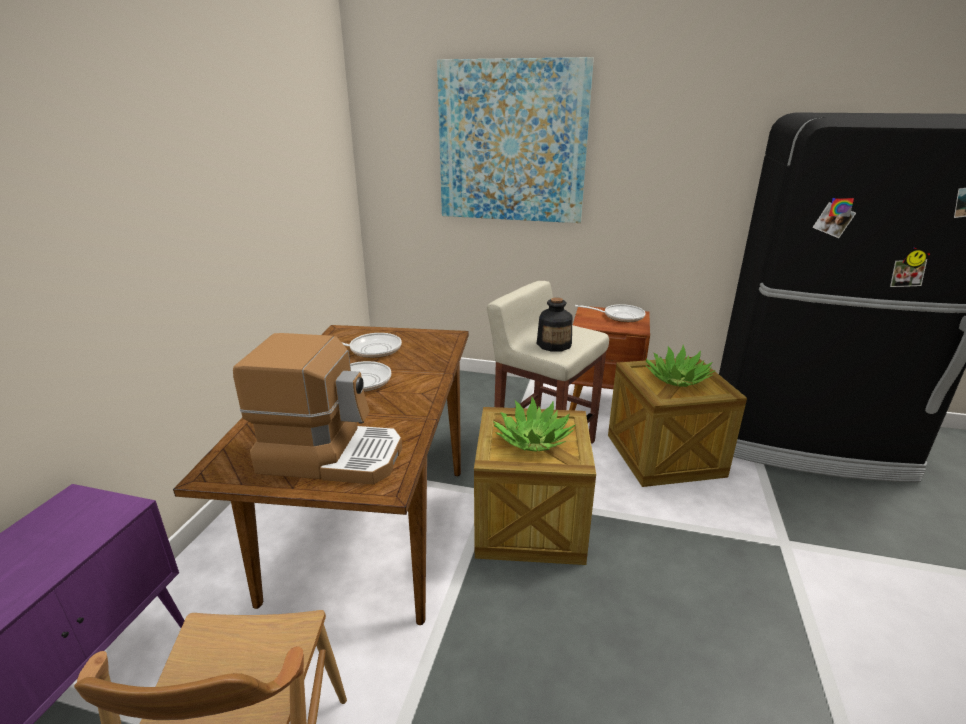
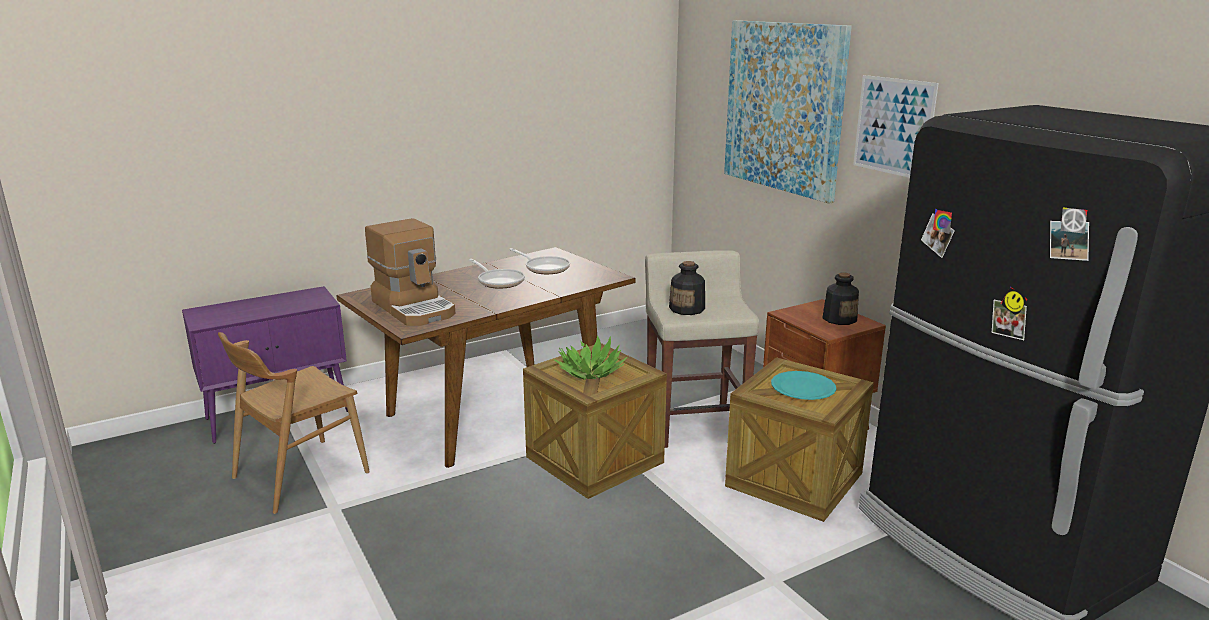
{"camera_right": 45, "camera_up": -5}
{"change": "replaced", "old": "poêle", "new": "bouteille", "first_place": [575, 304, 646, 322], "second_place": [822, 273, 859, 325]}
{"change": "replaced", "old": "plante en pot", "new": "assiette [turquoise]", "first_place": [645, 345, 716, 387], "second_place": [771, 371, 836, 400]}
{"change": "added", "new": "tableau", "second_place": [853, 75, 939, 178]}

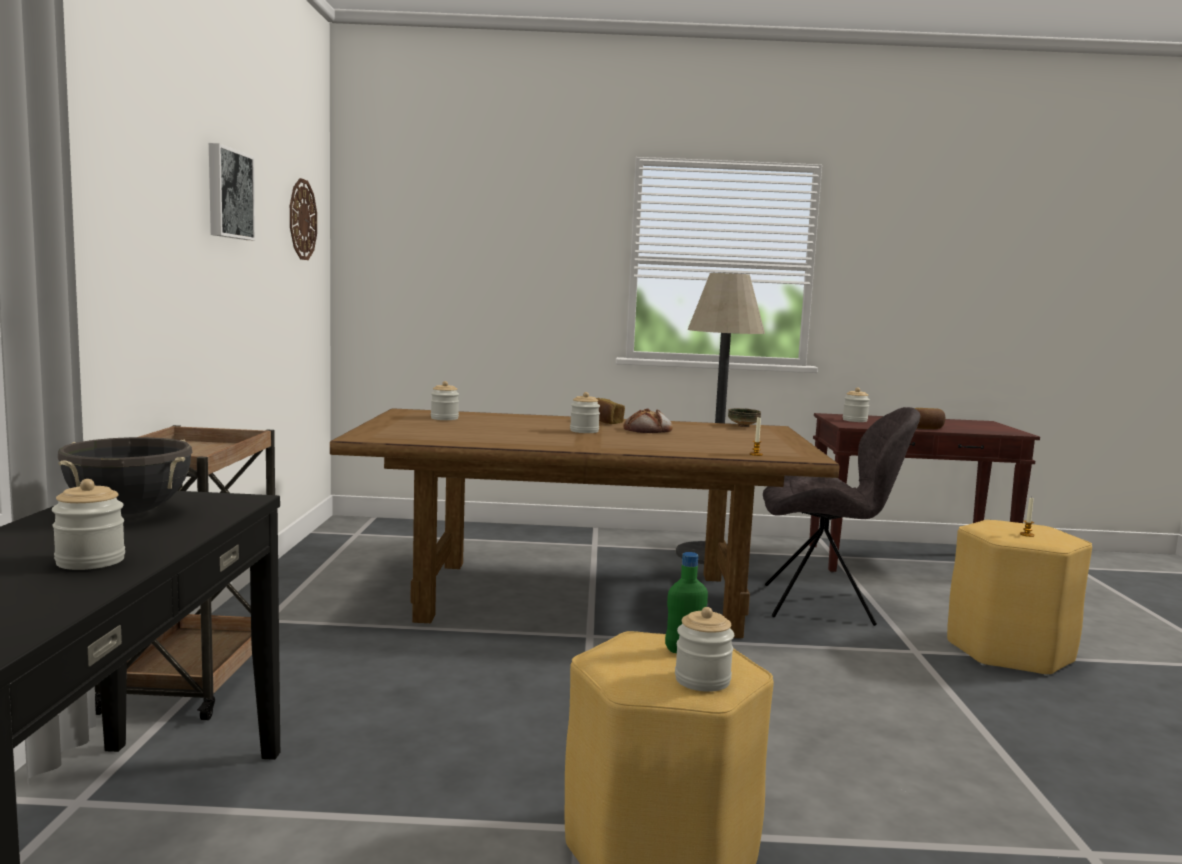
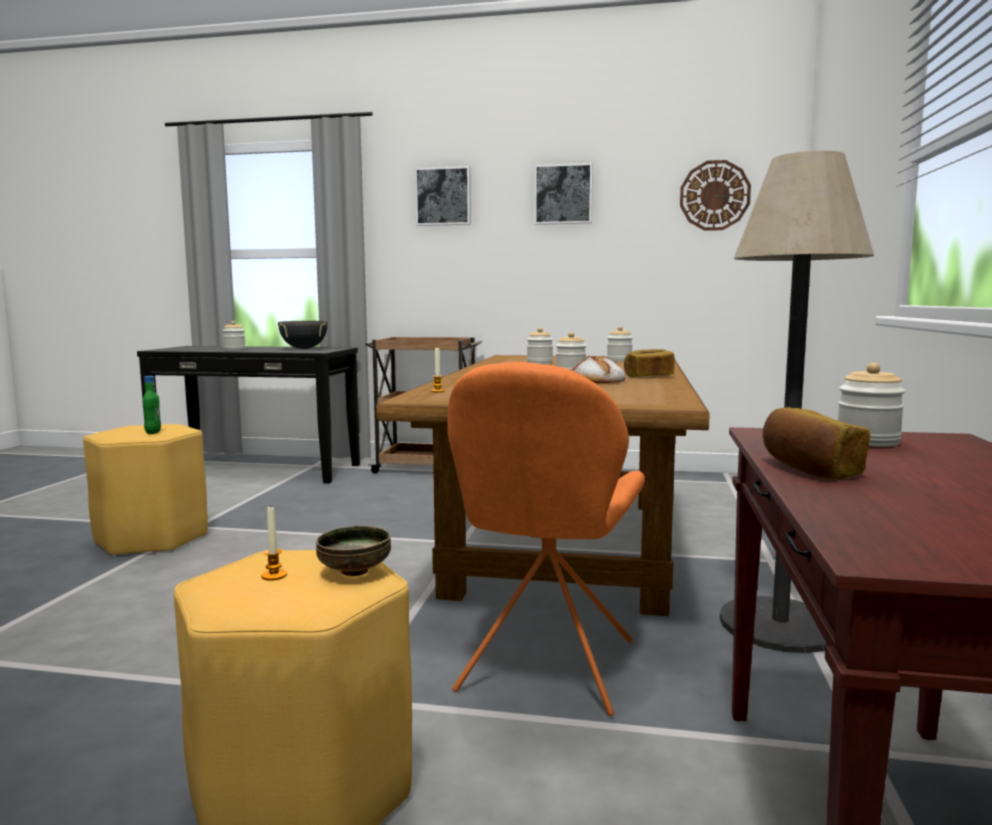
{"camera_right": 100, "camera_up": 0}
{"change": "moved", "old": "bocal", "first_place": [675, 607, 734, 692], "second_place": [527, 327, 553, 364]}
{"change": "moved", "old": "bol", "first_place": [728, 408, 761, 427], "second_place": [316, 526, 391, 576]}
{"change": "recoloured", "old": "chaise [gris]", "new": "chaise [orange]", "first_place": [763, 407, 920, 626], "second_place": [447, 362, 645, 716]}
{"change": "added", "new": "tableau", "second_place": [415, 166, 471, 226]}

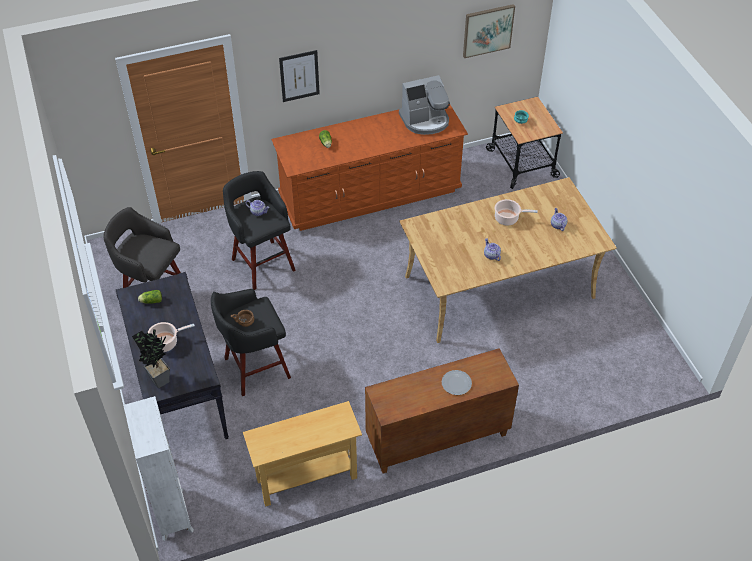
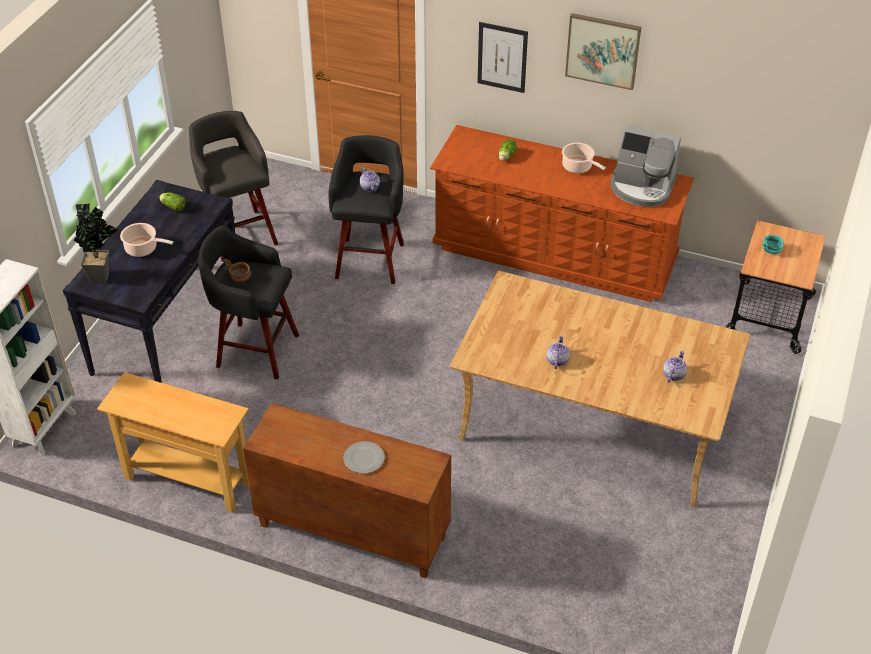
{"camera_right": 40, "camera_up": -5}
{"change": "moved", "old": "tableau", "first_place": [463, 4, 515, 58], "second_place": [565, 13, 641, 90]}
{"change": "moved", "old": "marmite", "first_place": [495, 199, 538, 226], "second_place": [562, 143, 606, 174]}

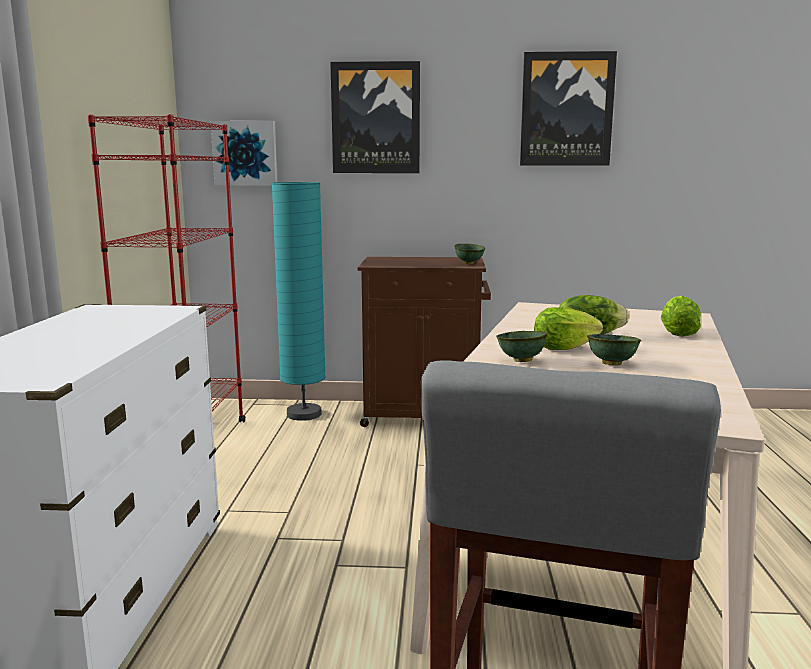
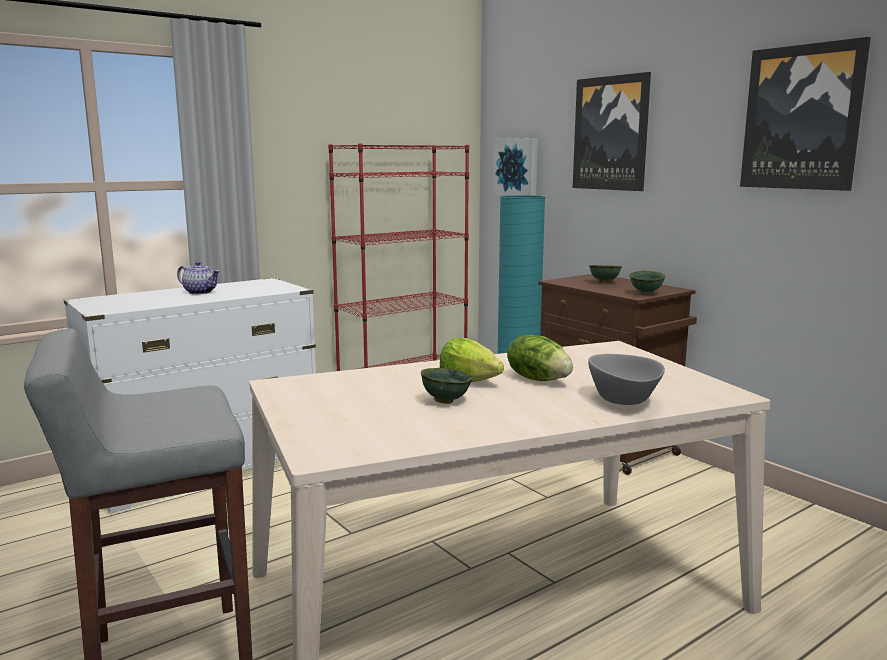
{"camera_right": 50, "camera_up": 0}
{"change": "moved", "old": "bol [vert]", "first_place": [496, 331, 548, 362], "second_place": [589, 265, 622, 283]}
{"change": "replaced", "old": "laitue", "new": "bol [gris]", "first_place": [661, 296, 701, 337], "second_place": [588, 354, 665, 405]}
{"change": "added", "new": "théière", "second_place": [177, 261, 220, 294]}

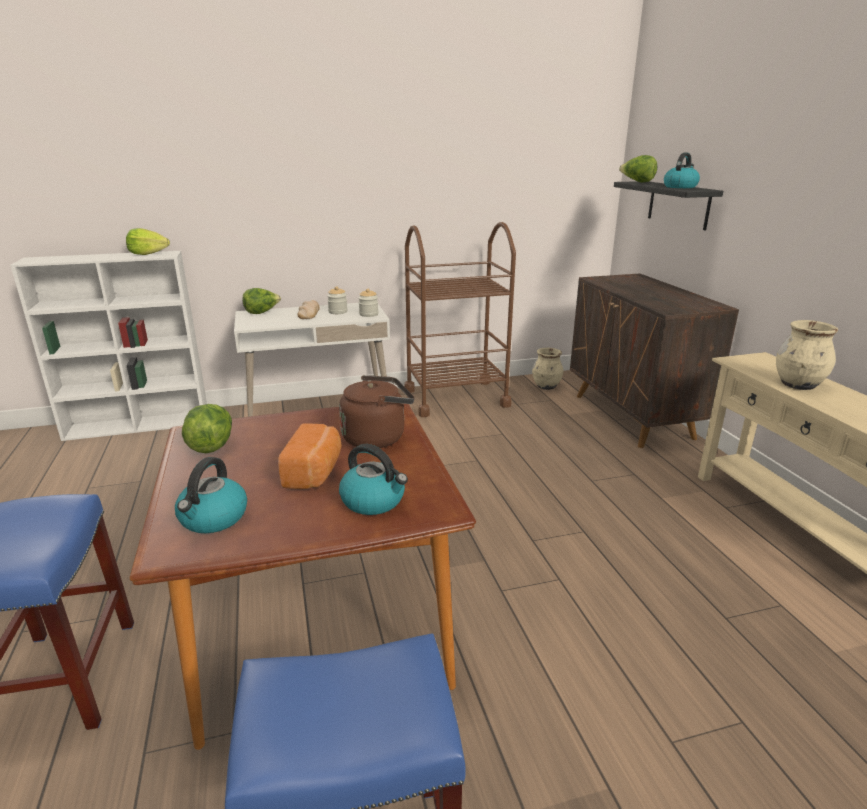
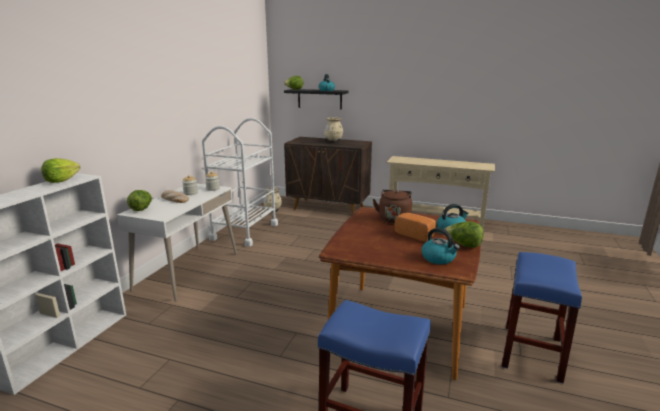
{"camera_right": -55, "camera_up": -5}
{"change": "moved", "old": "laitue", "first_place": [182, 404, 232, 453], "second_place": [444, 222, 484, 248]}
{"change": "recoloured", "old": "chariot [marron]", "new": "chariot [blanc]", "first_place": [404, 222, 516, 417], "second_place": [202, 118, 278, 247]}
{"change": "moved", "old": "vase [beige]", "first_place": [776, 320, 838, 390], "second_place": [324, 117, 343, 143]}

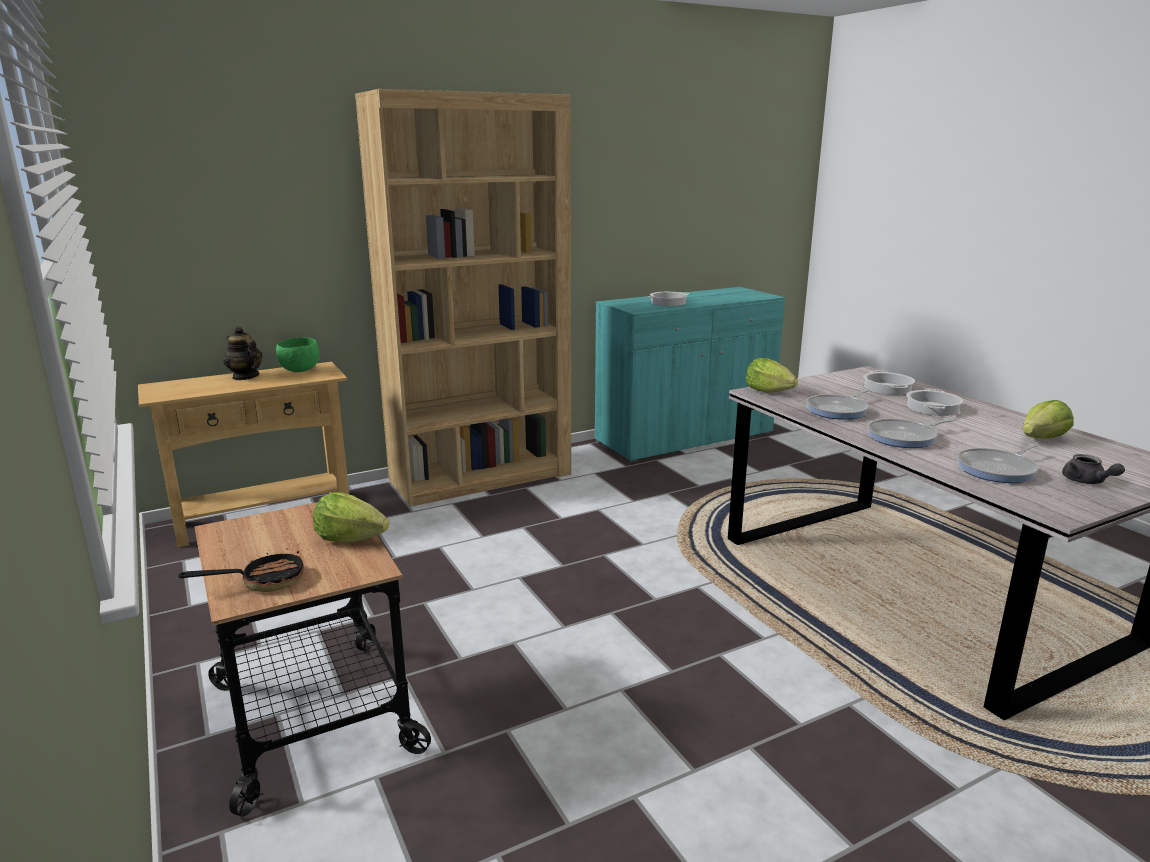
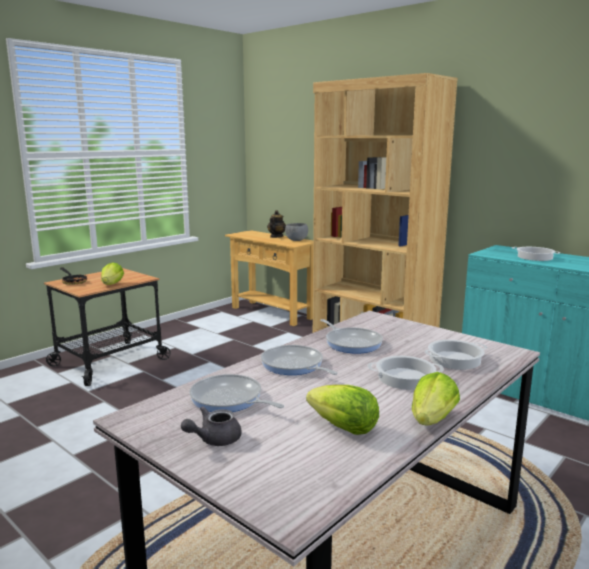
{"camera_right": 70, "camera_up": -5}
{"change": "recoloured", "old": "bol [vert]", "new": "bol [gris]", "first_place": [276, 338, 320, 372], "second_place": [285, 223, 308, 241]}
{"change": "moved", "old": "laitue", "first_place": [746, 358, 798, 393], "second_place": [412, 372, 460, 425]}
{"change": "turned", "old": "poêle", "first_place": [806, 389, 870, 420], "second_place": [320, 319, 383, 354], "degrees": -150}

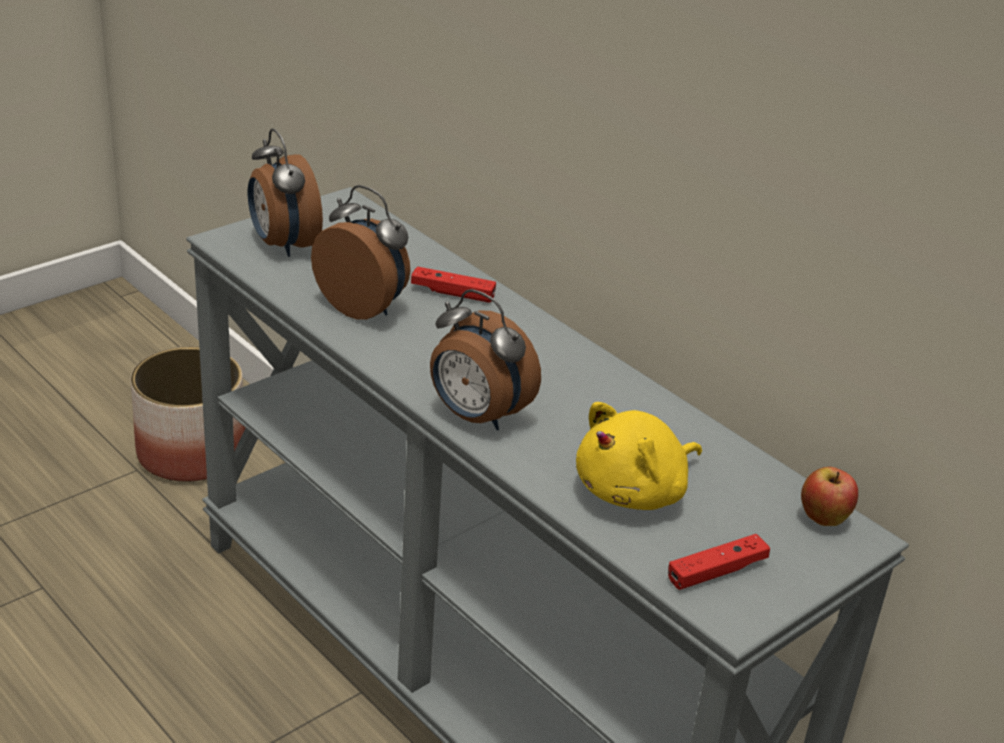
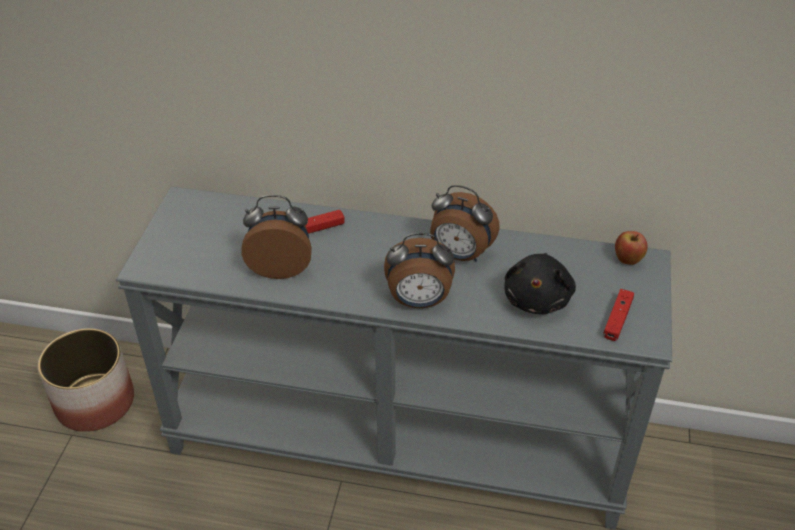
{"camera_right": -35, "camera_up": 10}
{"change": "moved", "old": "réveil", "first_place": [248, 128, 323, 257], "second_place": [430, 185, 500, 261]}
{"change": "recoloured", "old": "peluche [jaune]", "new": "peluche [noir]", "first_place": [576, 402, 702, 510], "second_place": [504, 253, 576, 314]}

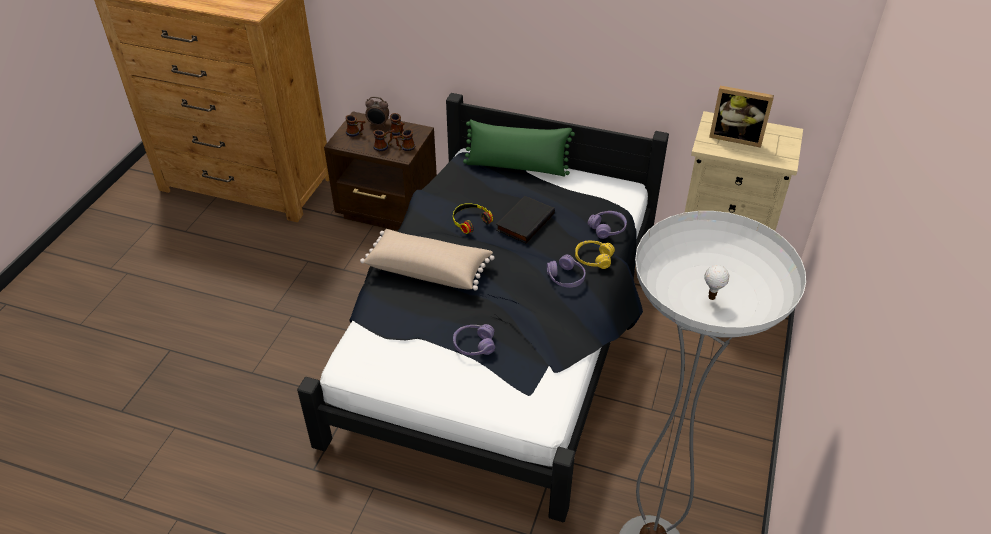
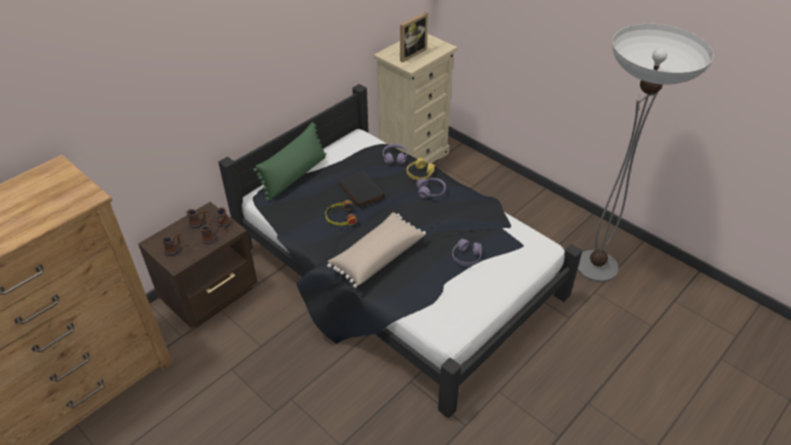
{"camera_right": -65, "camera_up": 0}
{"change": "removed", "old": "réveil", "first_place": [365, 97, 389, 127]}

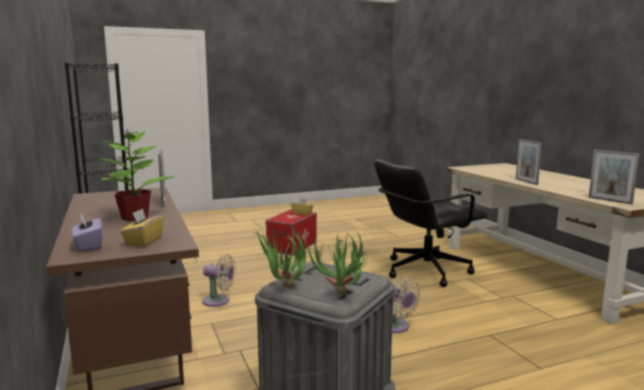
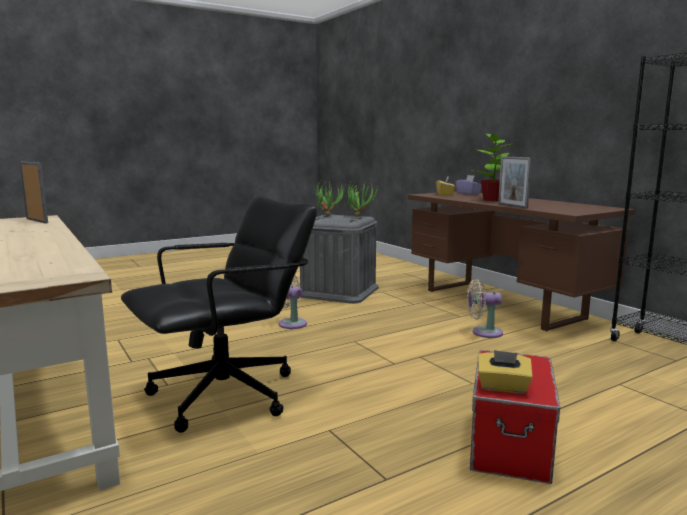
{"camera_right": 170, "camera_up": 0}
{"change": "removed", "old": "cadre photo", "first_place": [516, 139, 542, 185]}

